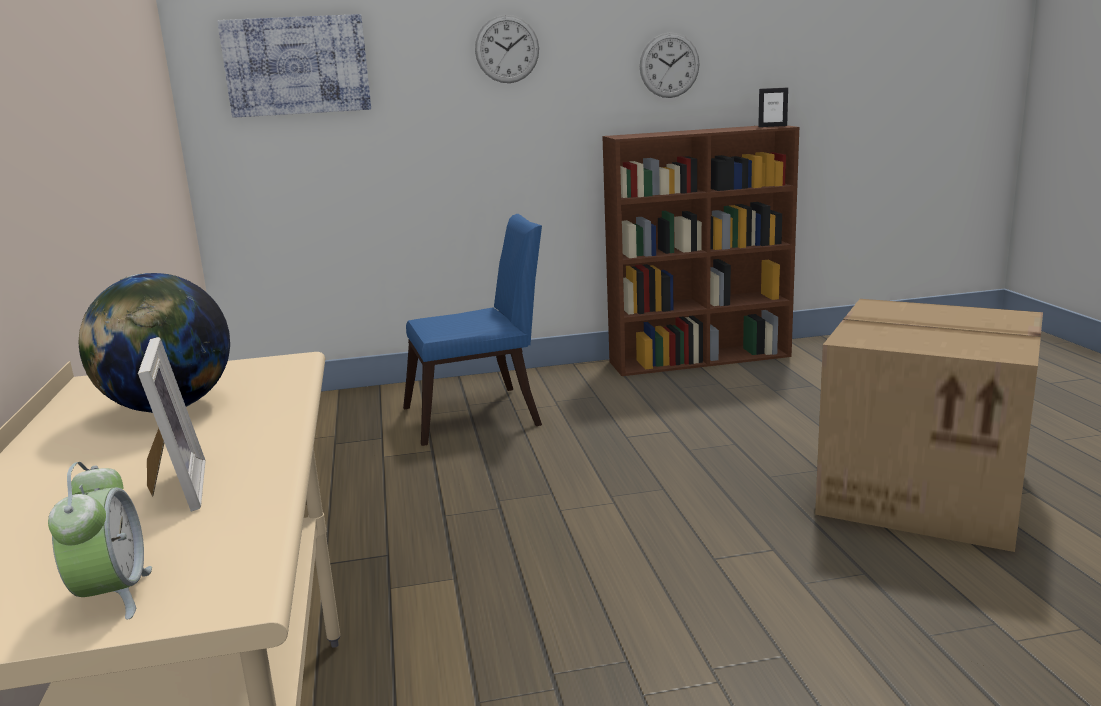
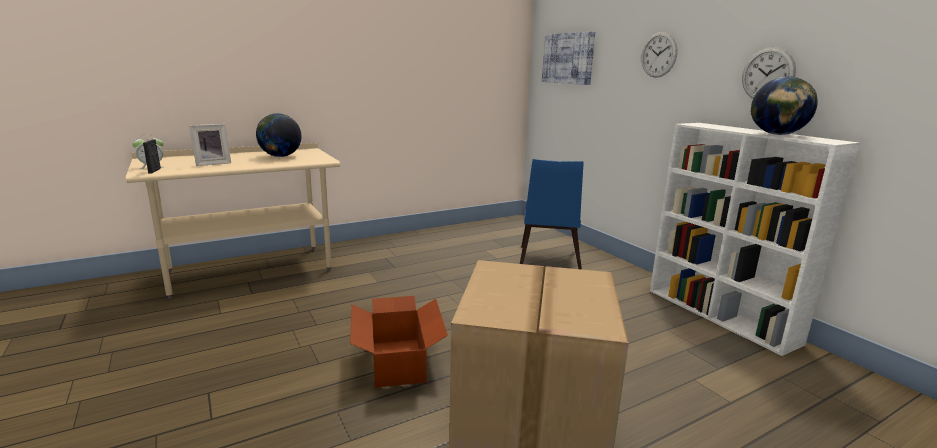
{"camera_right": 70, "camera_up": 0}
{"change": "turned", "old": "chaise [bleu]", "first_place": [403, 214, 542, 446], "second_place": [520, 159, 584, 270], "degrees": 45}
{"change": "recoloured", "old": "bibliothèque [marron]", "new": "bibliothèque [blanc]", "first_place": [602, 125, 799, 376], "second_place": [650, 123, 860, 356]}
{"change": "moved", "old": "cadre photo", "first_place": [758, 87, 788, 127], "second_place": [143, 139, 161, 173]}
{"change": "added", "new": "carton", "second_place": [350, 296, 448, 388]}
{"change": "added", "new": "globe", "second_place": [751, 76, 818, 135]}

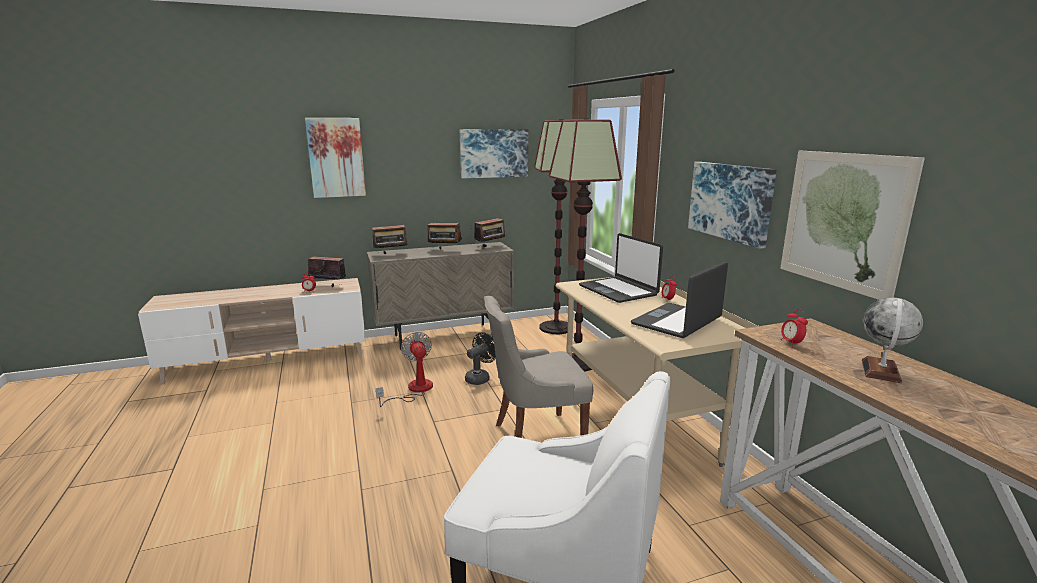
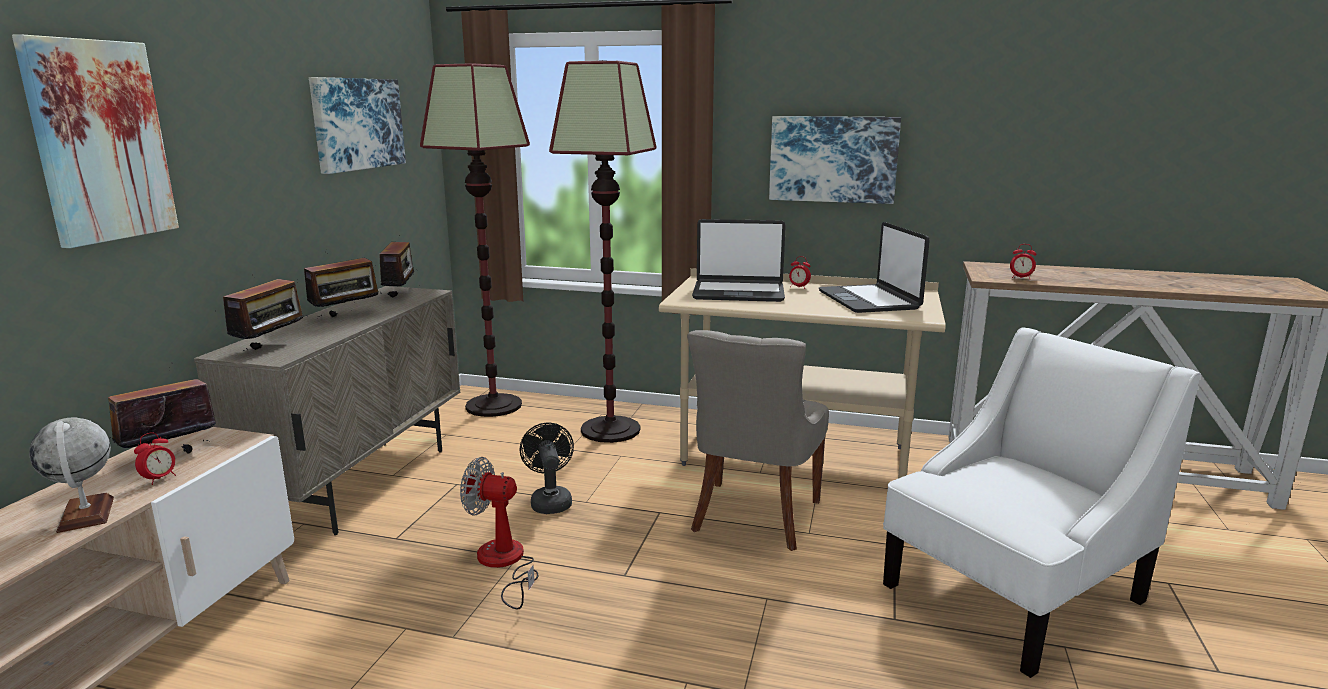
{"camera_right": -55, "camera_up": 0}
{"change": "removed", "old": "tableau", "first_place": [781, 151, 925, 300]}
{"change": "moved", "old": "globe", "first_place": [862, 298, 923, 383], "second_place": [29, 418, 114, 533]}

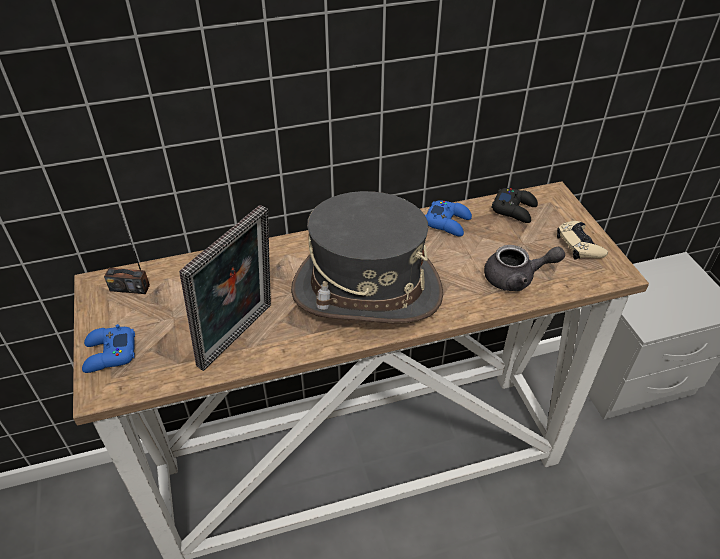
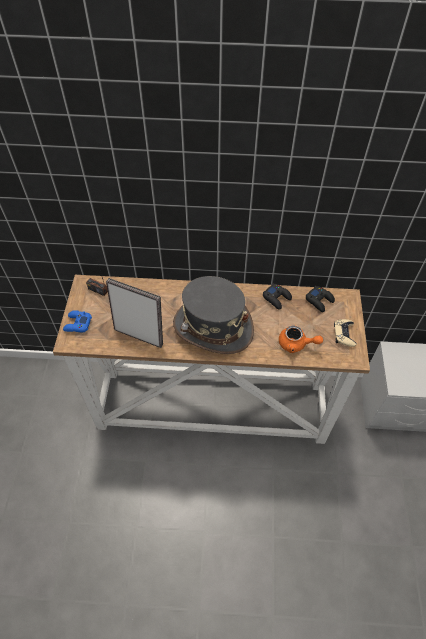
{"camera_right": 20, "camera_up": 10}
{"change": "turned", "old": "cadre photo", "first_place": [179, 205, 271, 371], "second_place": [106, 278, 163, 348], "degrees": -120}
{"change": "recoloured", "old": "manette [bleu]", "new": "manette [noir]", "first_place": [425, 200, 472, 237], "second_place": [263, 284, 292, 310]}
{"change": "recoloured", "old": "théière [gris]", "new": "théière [orange]", "first_place": [484, 245, 565, 291], "second_place": [279, 325, 323, 353]}

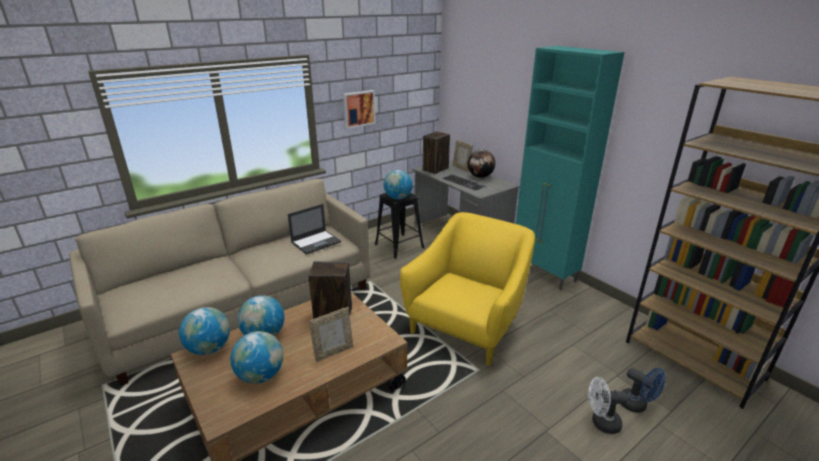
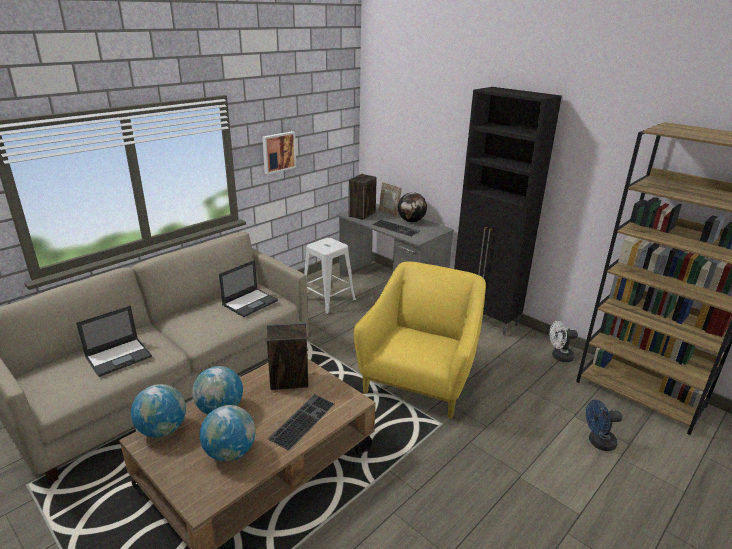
{"camera_right": -10, "camera_up": 0}
{"change": "replaced", "old": "cadre photo", "new": "clavier", "first_place": [309, 307, 354, 362], "second_place": [268, 394, 335, 451]}
{"change": "recoloured", "old": "tabouret [noir]", "new": "tabouret [blanc]", "first_place": [375, 193, 424, 259], "second_place": [304, 238, 356, 314]}
{"change": "removed", "old": "globe", "first_place": [383, 170, 413, 199]}
{"change": "recoloured", "old": "meuble de rangement [turquoise]", "new": "meuble de rangement [noir]", "first_place": [516, 46, 625, 290], "second_place": [454, 87, 562, 335]}
{"change": "moved", "old": "ventilateur [blanc]", "first_place": [588, 377, 628, 434], "second_place": [549, 321, 578, 362]}
{"change": "turned", "old": "ventilateur [bleu]", "first_place": [621, 368, 666, 413], "second_place": [586, 400, 622, 451], "degrees": 135}
{"change": "added", "new": "ordinateur portable", "second_place": [76, 306, 152, 377]}

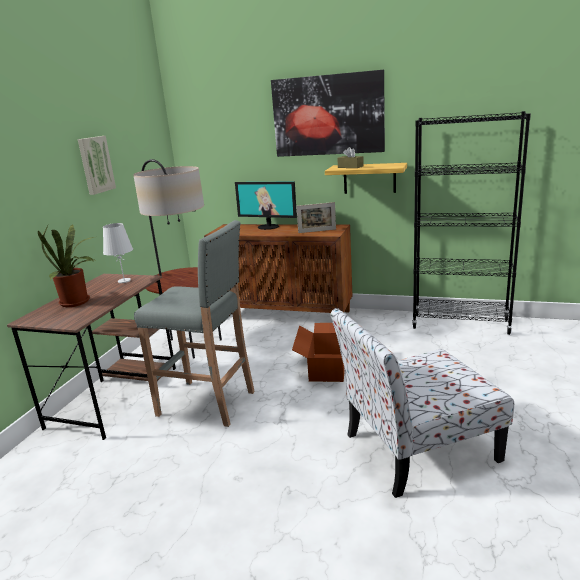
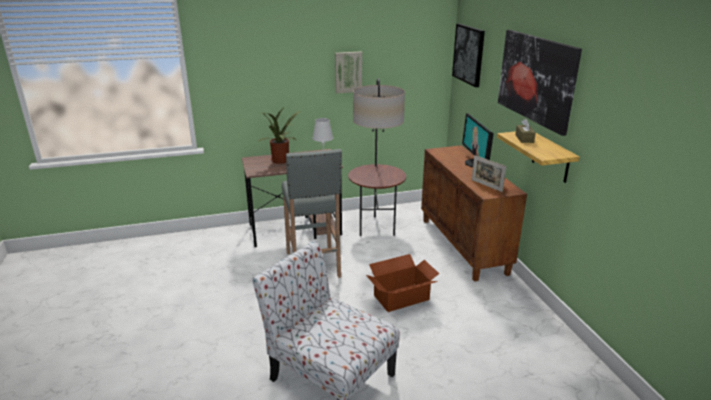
{"camera_right": 55, "camera_up": 5}
{"change": "removed", "old": "bibliothèque [noir]", "first_place": [412, 111, 531, 335]}
{"change": "added", "new": "tableau", "second_place": [452, 24, 485, 87]}

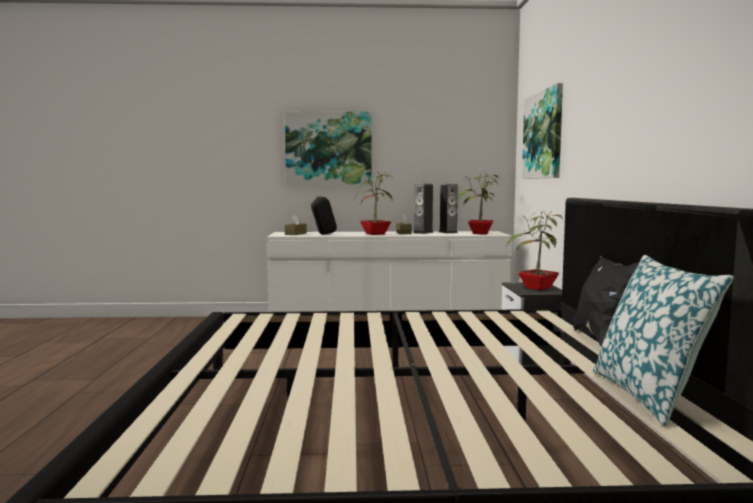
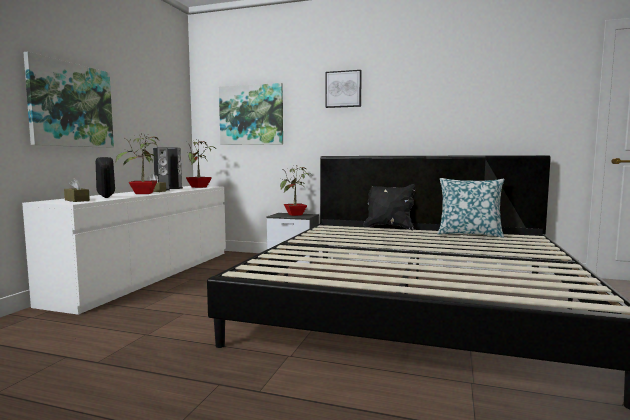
{"camera_right": -70, "camera_up": 0}
{"change": "added", "new": "tableau", "second_place": [325, 70, 362, 108]}

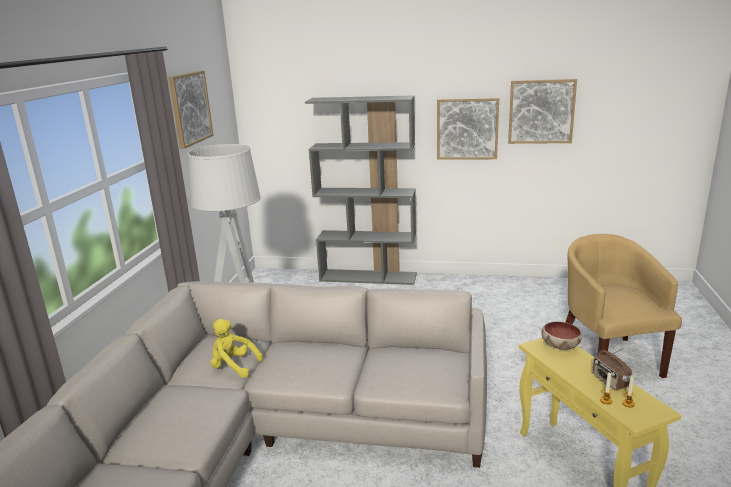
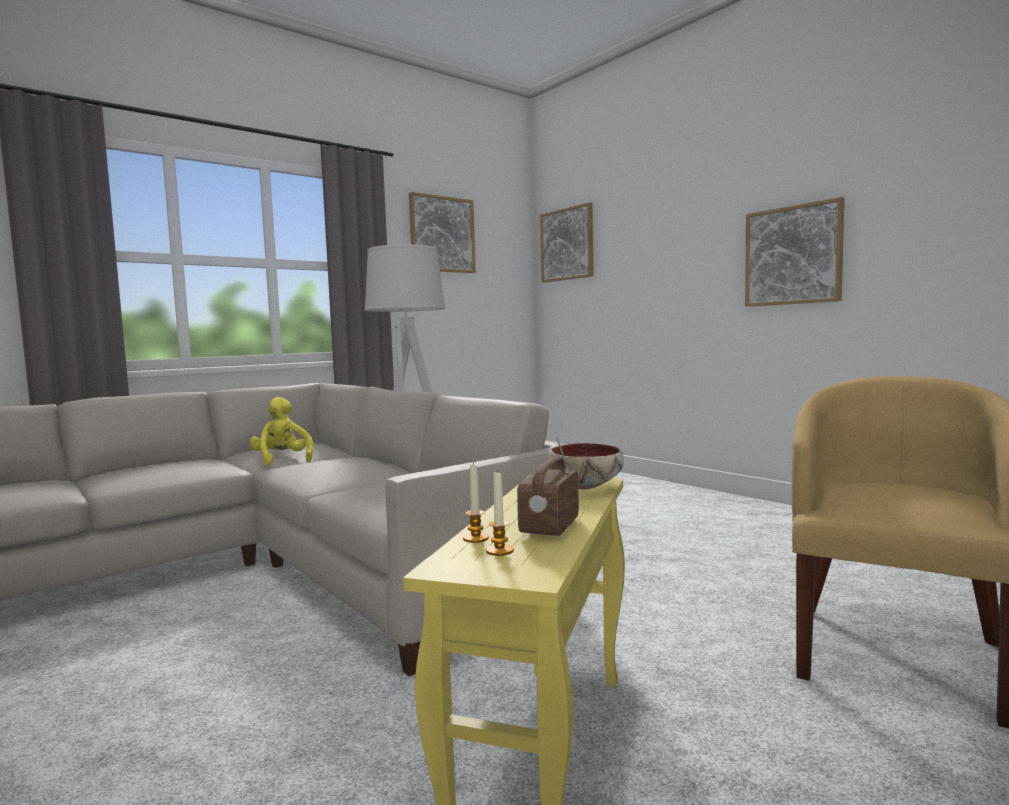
{"camera_right": 40, "camera_up": -15}
{"change": "removed", "old": "bibliothèque [gris]", "first_place": [305, 96, 417, 285]}
{"change": "moved", "old": "tableau", "first_place": [508, 79, 577, 144], "second_place": [540, 202, 594, 282]}

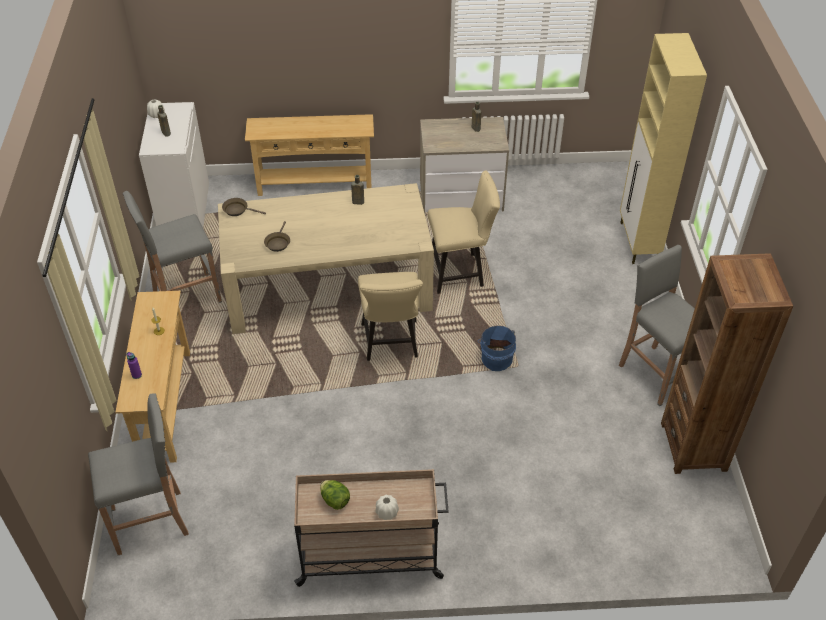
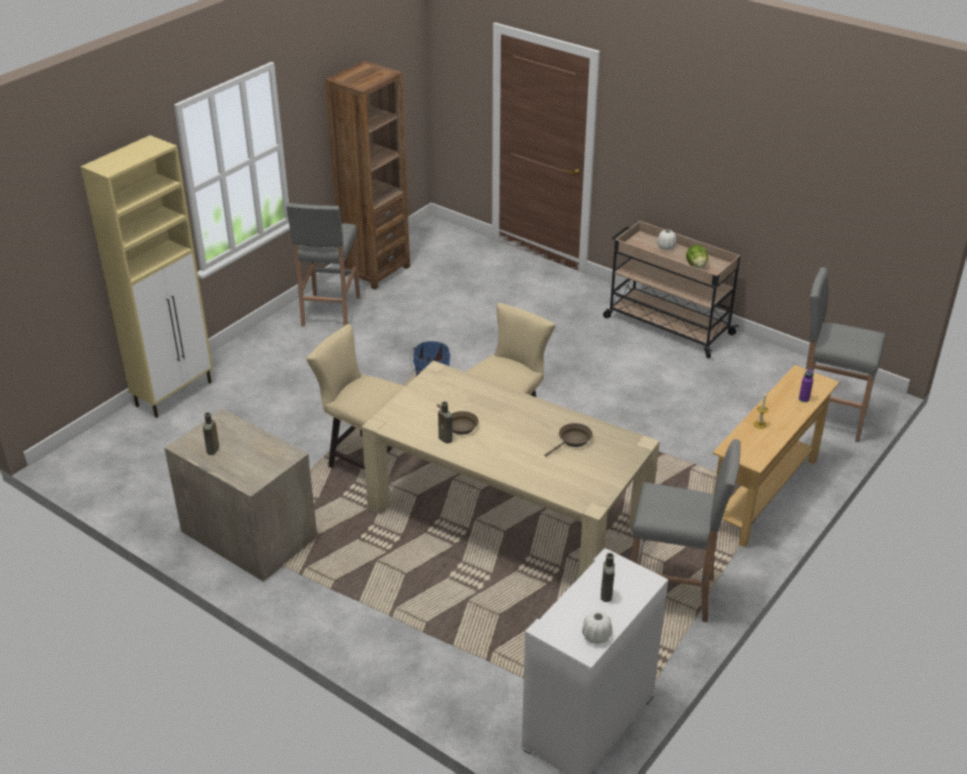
{"camera_right": -140, "camera_up": -10}
{"change": "moved", "old": "poêle [marron]", "first_place": [222, 198, 266, 216], "second_place": [437, 404, 479, 434]}
{"change": "removed", "old": "table console [beige]", "first_place": [245, 114, 374, 196]}

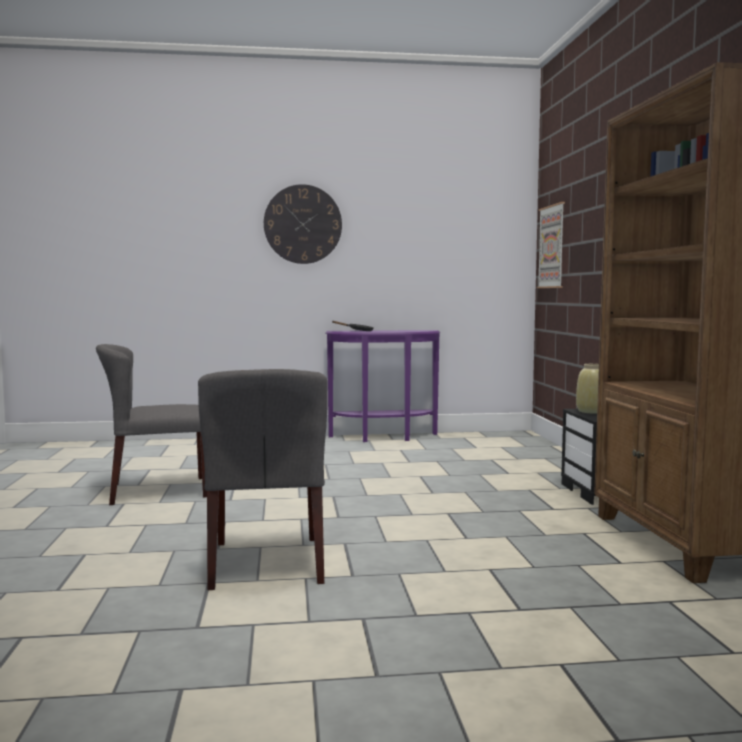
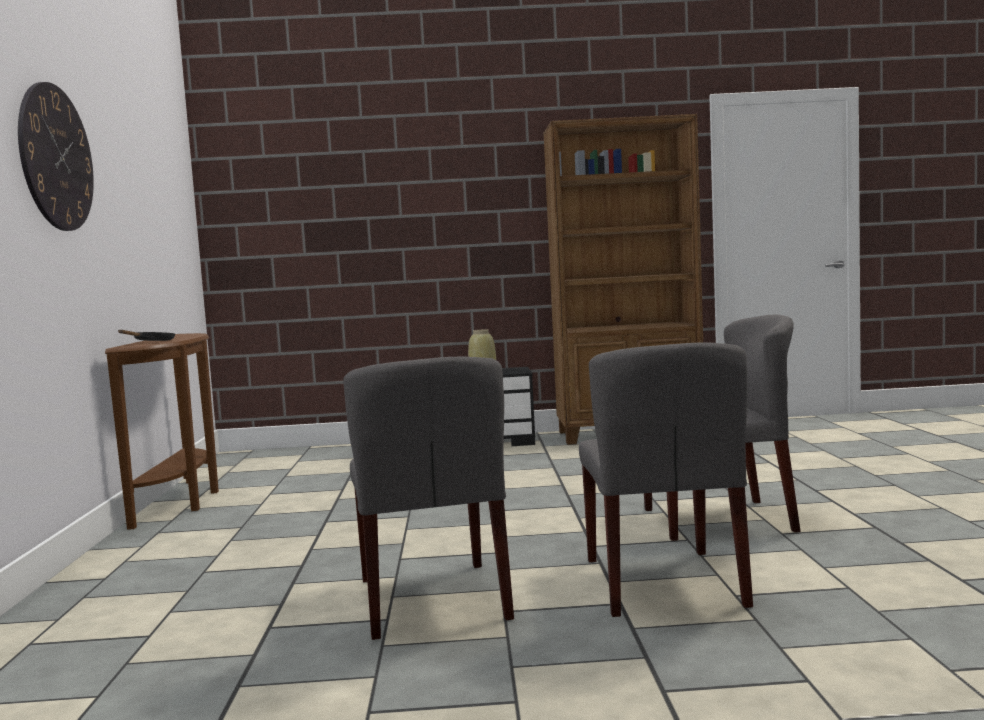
{"camera_right": -85, "camera_up": 0}
{"change": "recoloured", "old": "table console [violet]", "new": "table console [marron]", "first_place": [325, 330, 440, 442], "second_place": [105, 333, 219, 530]}
{"change": "removed", "old": "tableau", "first_place": [537, 202, 565, 288]}
{"change": "added", "new": "chaise [gris]", "second_place": [579, 343, 753, 617]}

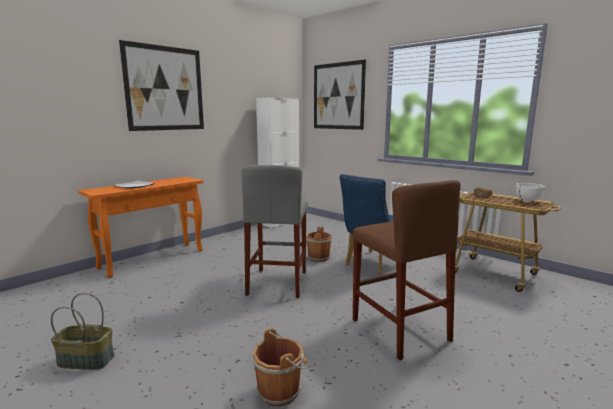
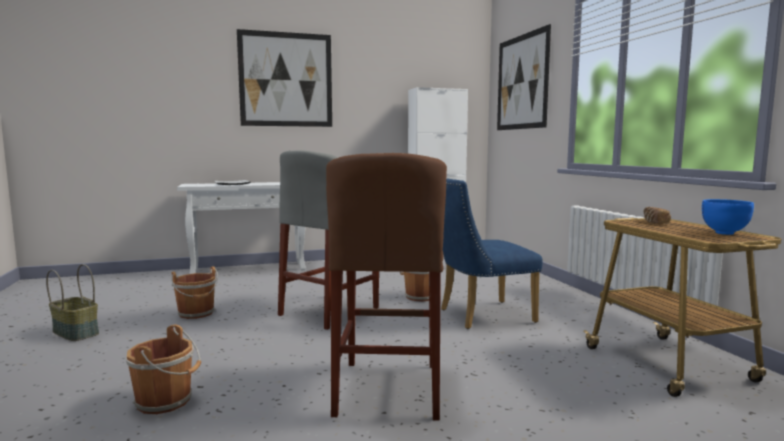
{"camera_right": 30, "camera_up": -5}
{"change": "recoloured", "old": "table console [orange]", "new": "table console [blanc]", "first_place": [78, 177, 204, 278], "second_place": [177, 182, 306, 274]}
{"change": "recoloured", "old": "bol [blanc]", "new": "bol [bleu]", "first_place": [516, 183, 545, 203], "second_place": [702, 199, 754, 235]}
{"change": "added", "new": "seau [marron]", "second_place": [171, 266, 218, 319]}

